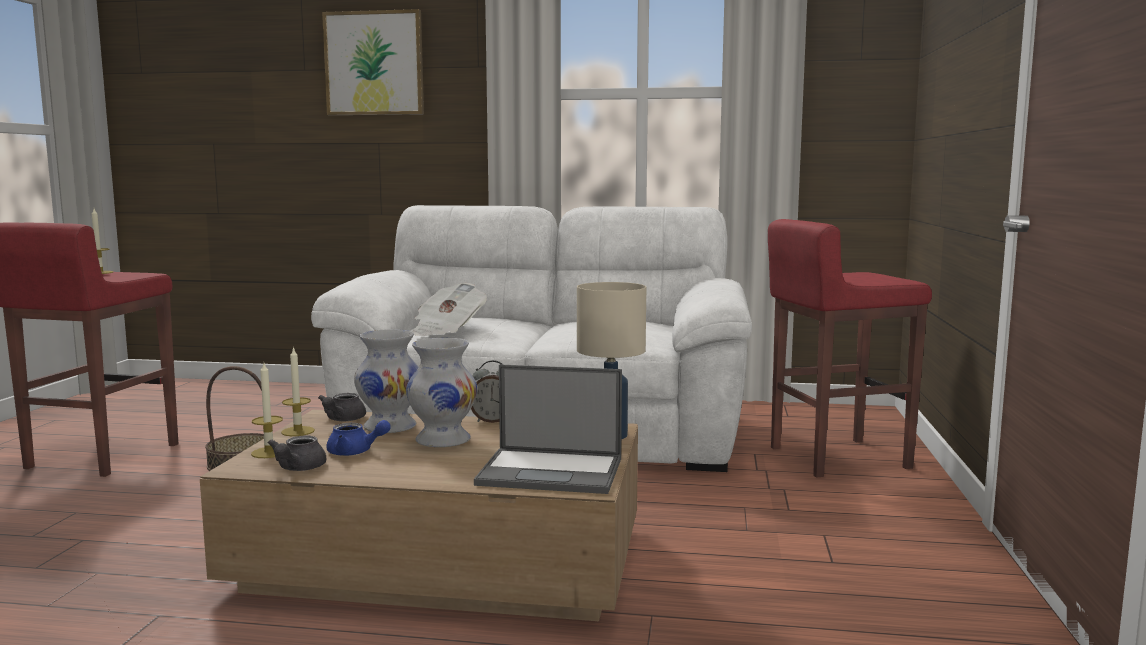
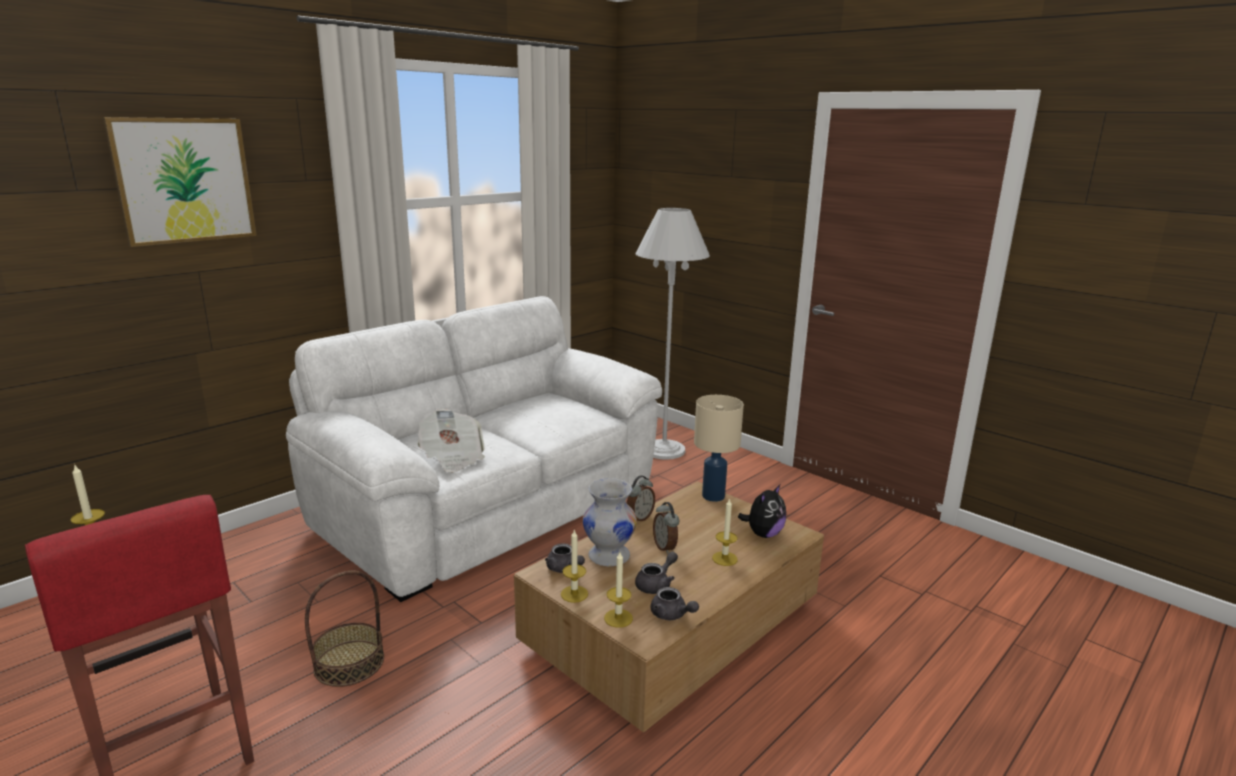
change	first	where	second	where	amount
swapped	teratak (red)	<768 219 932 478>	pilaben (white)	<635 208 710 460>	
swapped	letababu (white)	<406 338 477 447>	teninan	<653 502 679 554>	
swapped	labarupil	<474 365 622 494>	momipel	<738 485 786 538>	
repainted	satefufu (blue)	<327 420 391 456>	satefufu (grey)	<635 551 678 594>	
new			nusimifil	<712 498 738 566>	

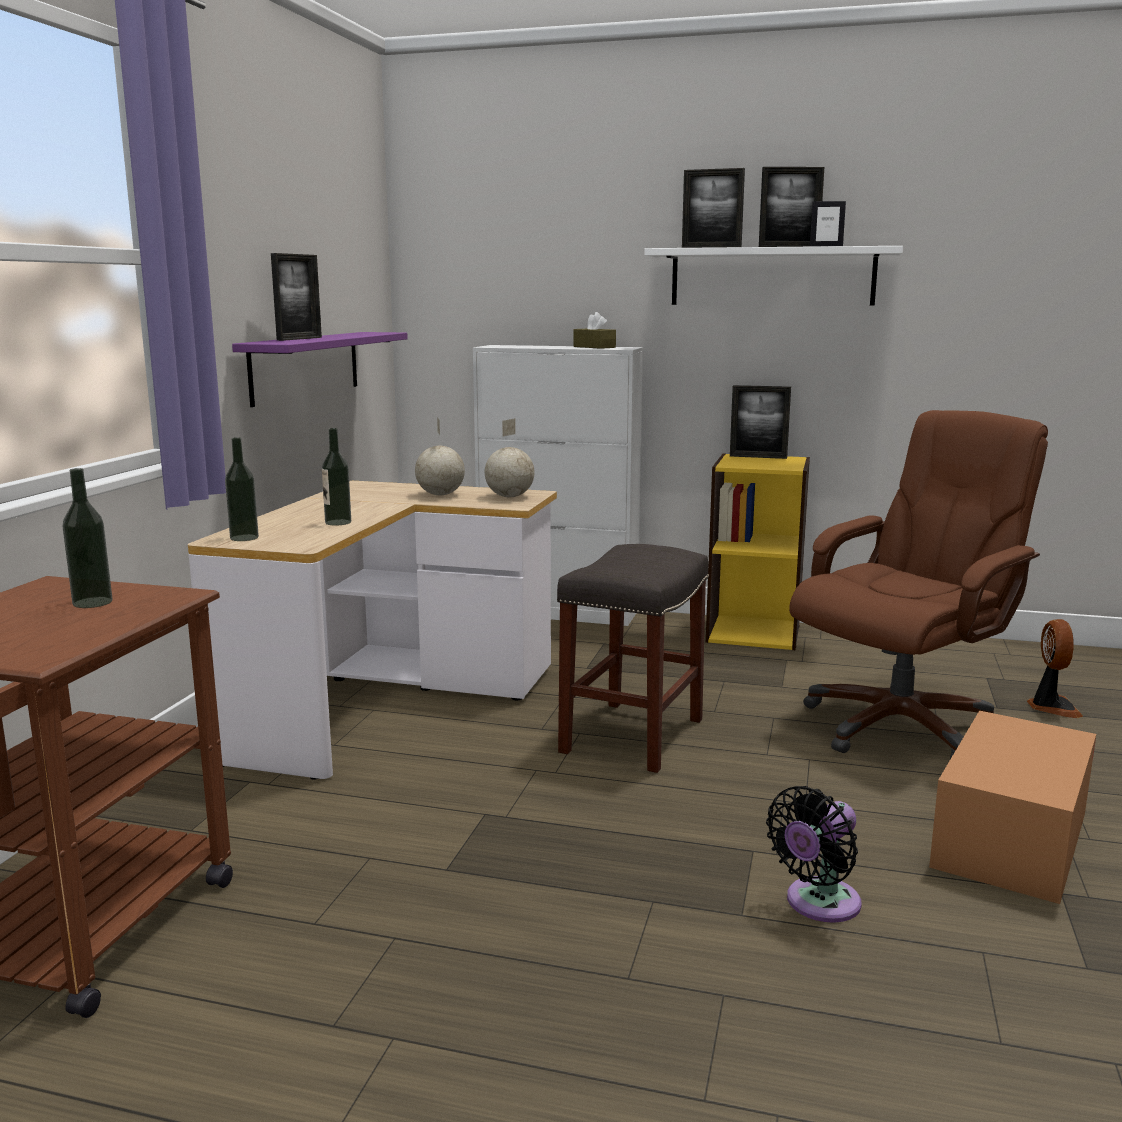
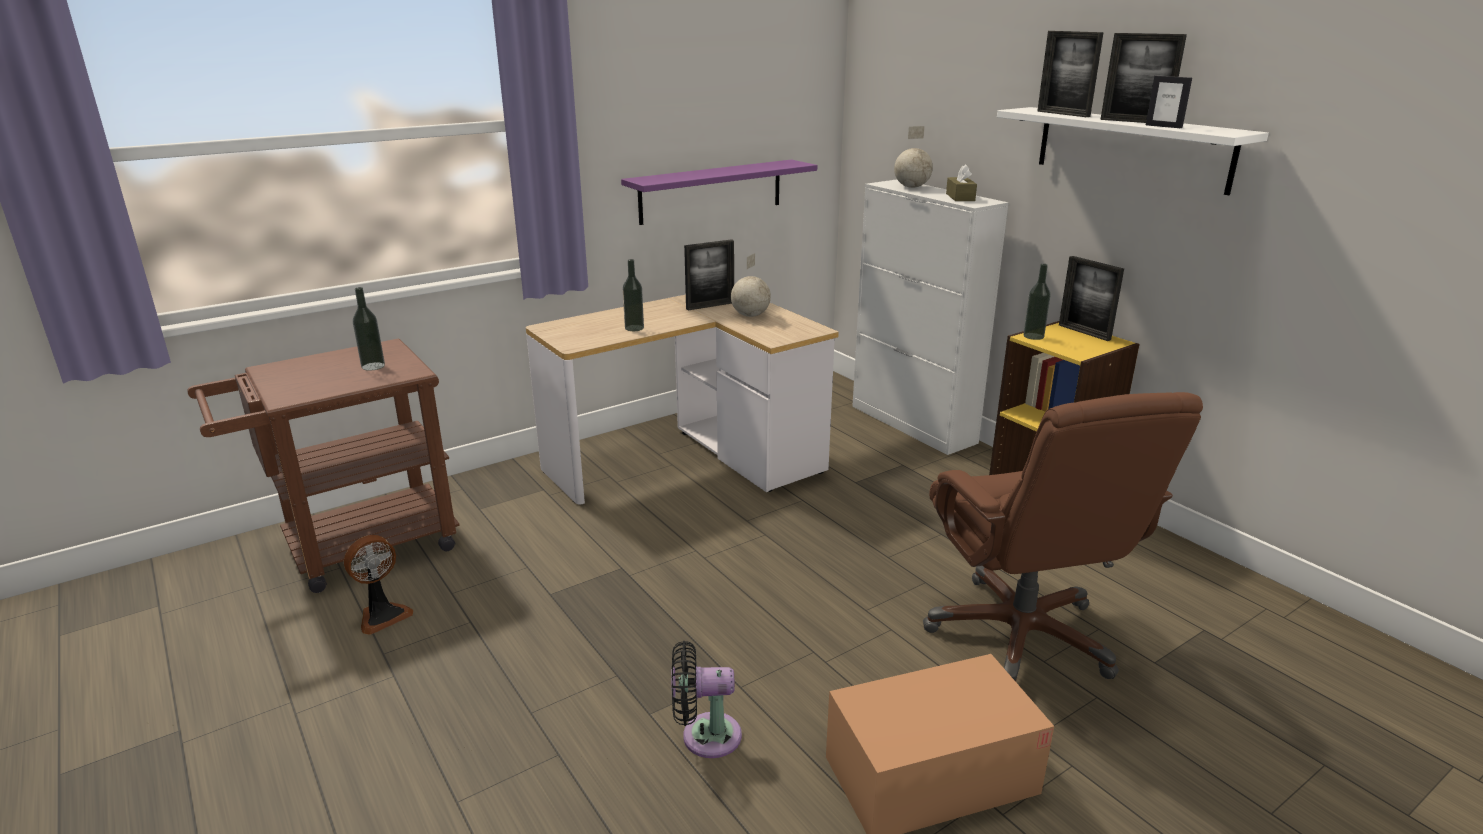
change	first	where	second	where	amount
shifted	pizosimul	<271 253 322 341>		<684 239 734 310>	
rotated	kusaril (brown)	<789 410 1048 759>		<923 392 1203 682>	75 degrees clockwise
shifted	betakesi	<485 418 535 497>		<894 126 933 188>	
shifted	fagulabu	<225 437 259 541>		<1023 264 1051 340>	
gone	teratak (grey)	<557 544 709 773>			
shifted	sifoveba	<1027 619 1083 718>		<344 535 414 635>	

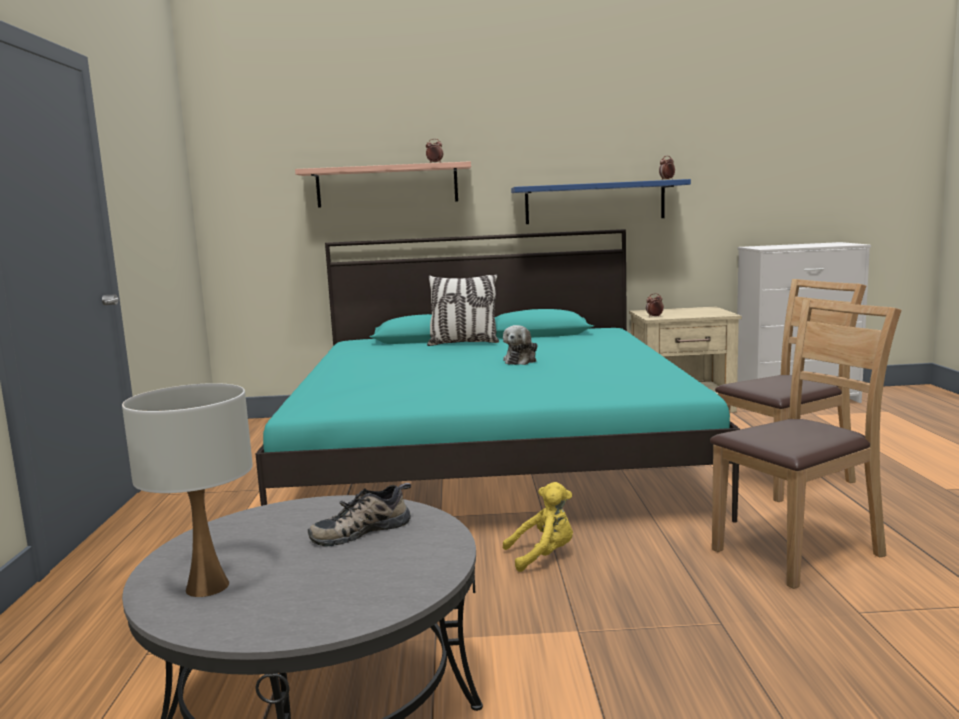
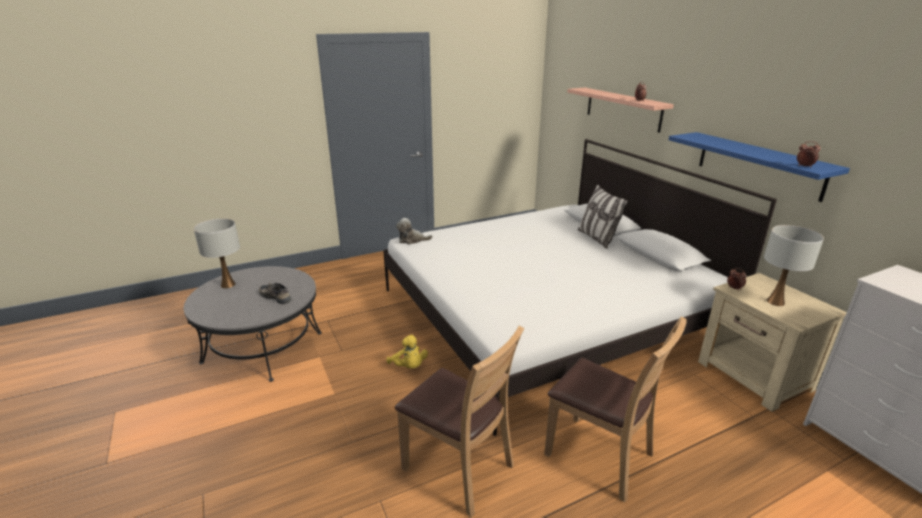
change	first	where	second	where	amount
repainted	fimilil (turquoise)	<255 229 740 523>	fimilil (white)	<383 139 777 436>	
shifted	momipel	<503 325 538 365>		<396 218 432 244>	
new			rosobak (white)	<764 225 824 306>	

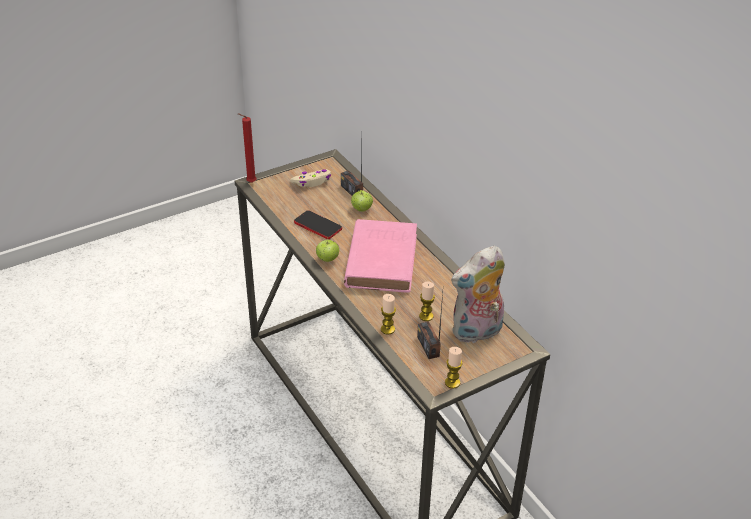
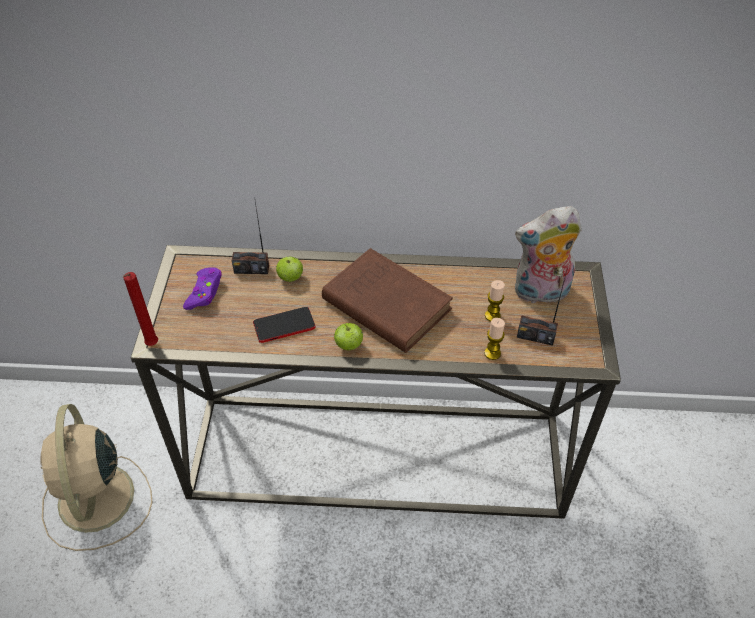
change	first	where	second	where	amount
repainted	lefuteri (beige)	<290 169 331 187>	lefuteri (purple)	<183 267 222 310>	
repainted	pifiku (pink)	<344 219 417 292>	pifiku (brown)	<322 248 453 353>	
rotated	momipel	<451 246 505 343>		<515 206 582 306>	75 degrees clockwise
gone	nusimifil	<445 347 462 389>			
new			sifoveba (beige)	<40 404 152 551>	

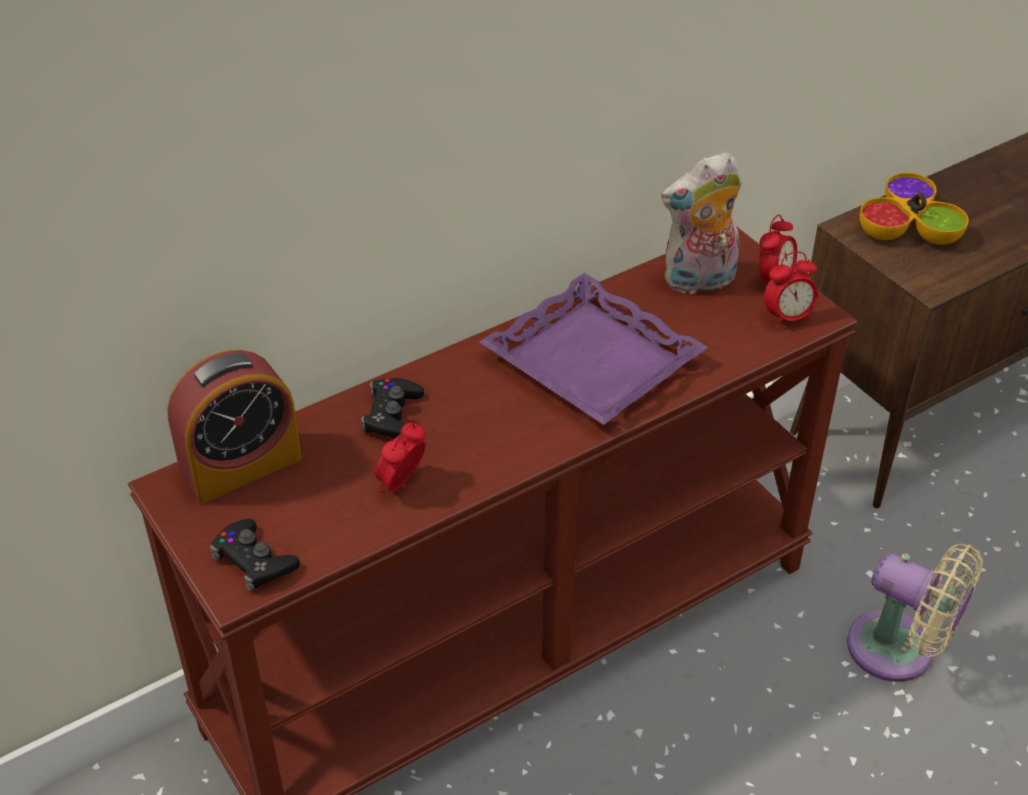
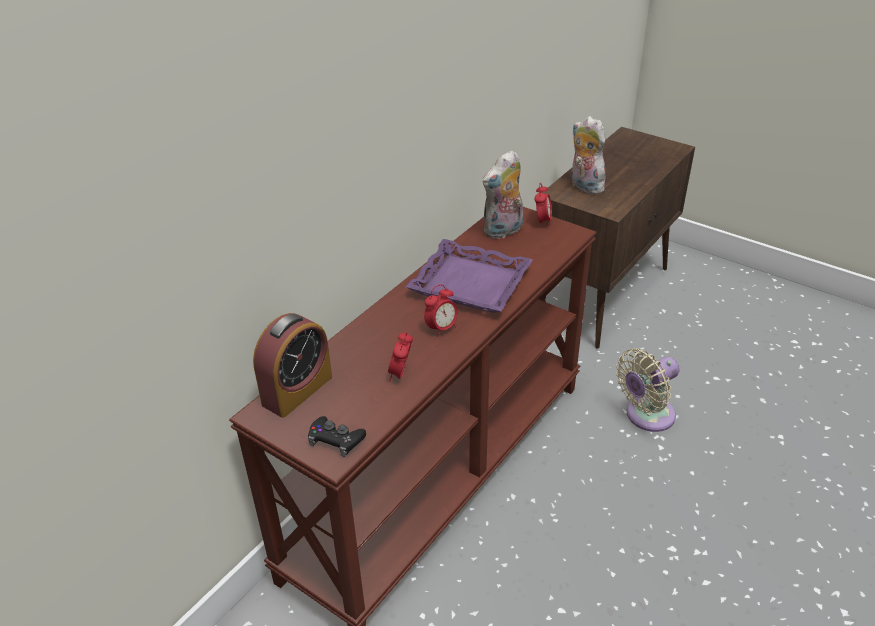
change	first	where	second	where	amount
swapped	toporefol	<860 172 969 245>	momipel	<572 116 605 194>	
shifted	teninan	<764 252 818 329>		<424 284 458 337>	
gone	lefuteri (black)	<361 378 424 438>			
rotated	sifoveba (beige)	<847 544 983 682>		<616 348 680 432>	135 degrees clockwise

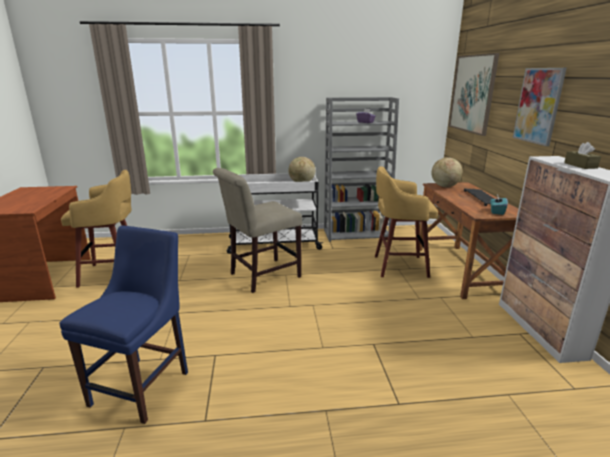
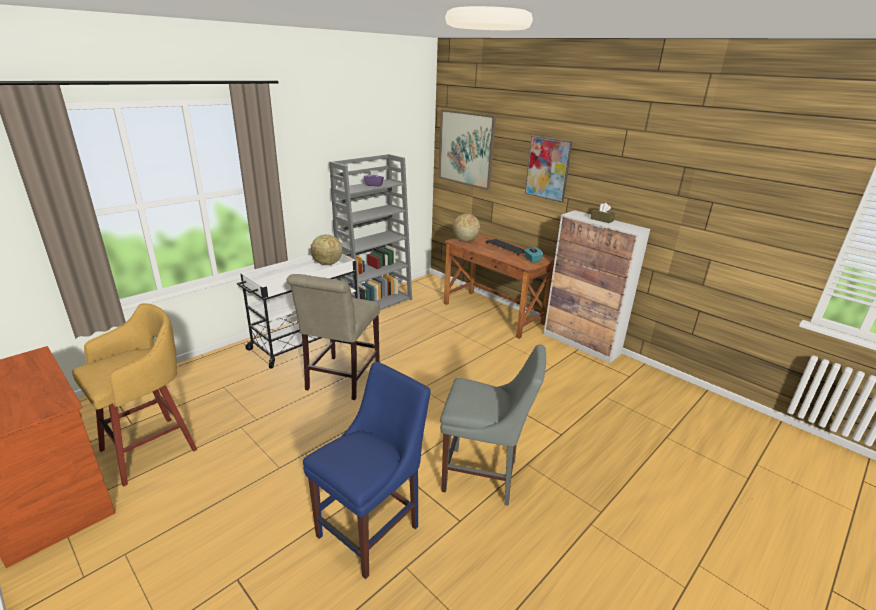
change	first	where	second	where	amount
gone	teratak (yellow)	<375 166 438 278>			
rotated	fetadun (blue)	<60 225 188 424>		<303 362 431 579>	60 degrees clockwise
new			fetadun (grey)	<440 344 546 506>	

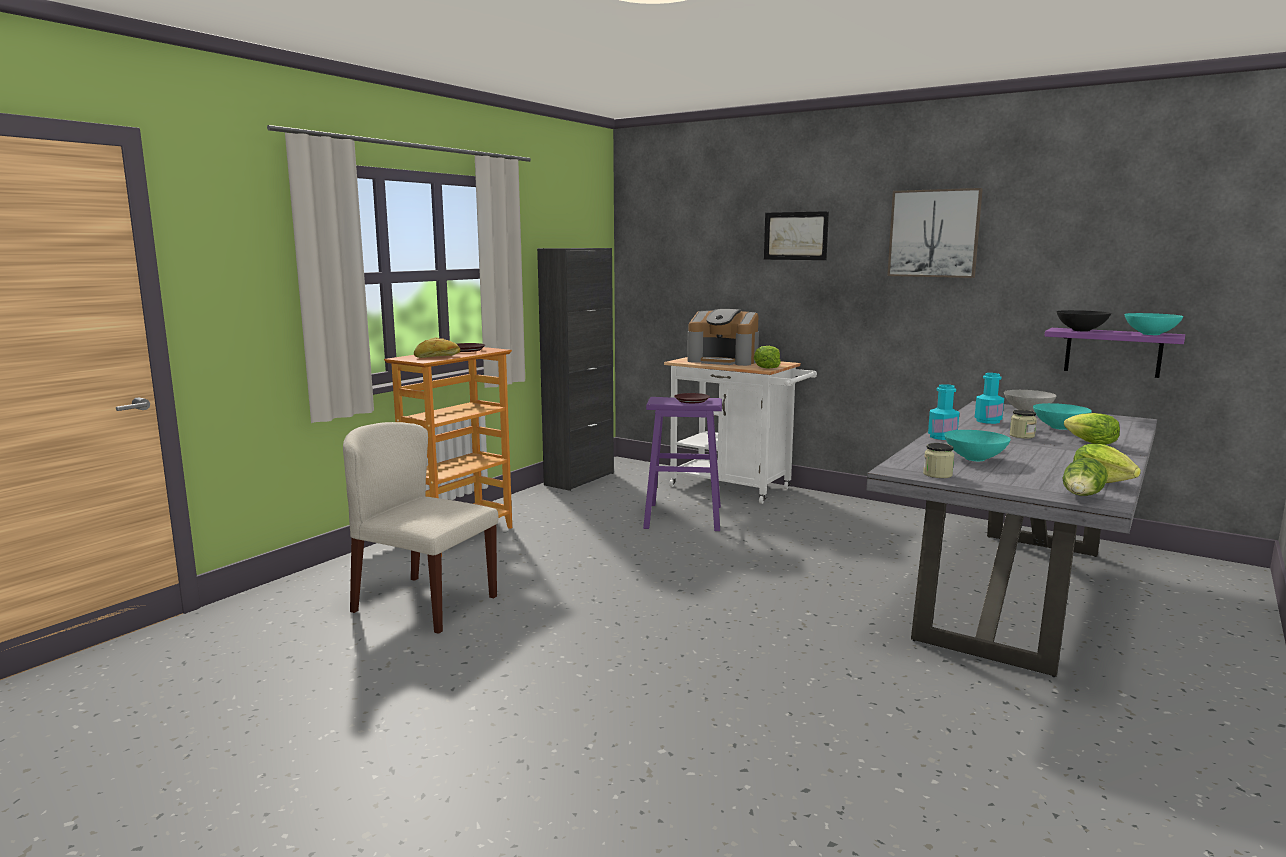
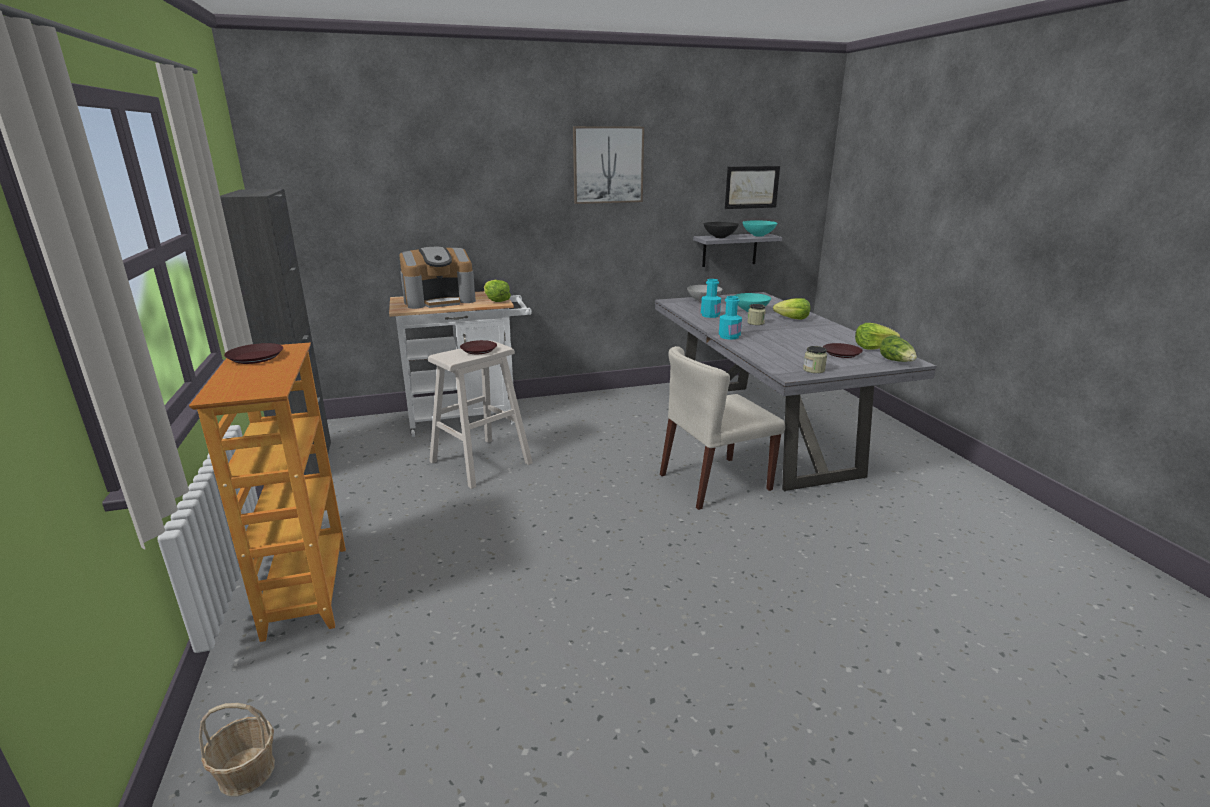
change	first	where	second	where	amount
shifted	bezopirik	<764 211 829 260>		<725 166 780 209>	
repainted	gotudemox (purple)	<1045 328 1185 378>	gotudemox (grey)	<693 233 782 267>	
gone	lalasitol	<414 337 461 358>			
repainted	teratak (purple)	<643 397 722 531>	teratak (beige)	<428 341 533 489>	
shifted	fetadun (beige)	<343 422 499 634>		<660 346 785 510>	
gone	toporefol (turquoise)	<944 430 1011 461>			
new			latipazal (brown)	<823 343 863 358>	
new			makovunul	<199 703 275 796>	

